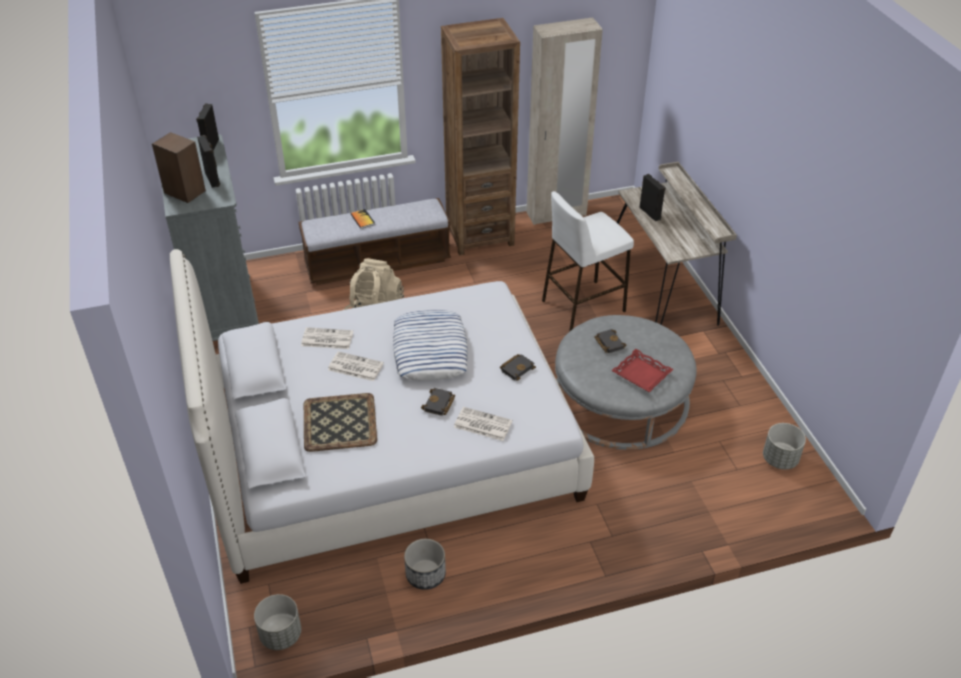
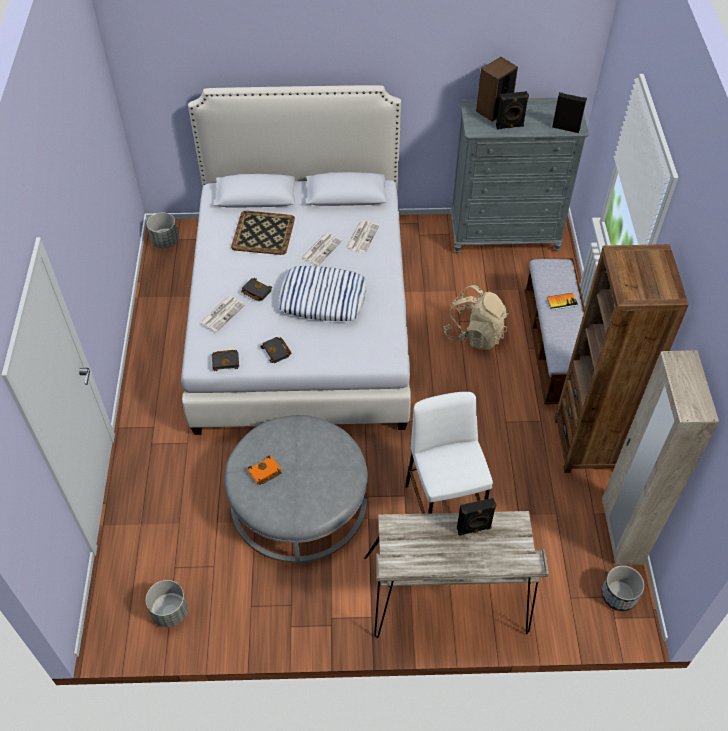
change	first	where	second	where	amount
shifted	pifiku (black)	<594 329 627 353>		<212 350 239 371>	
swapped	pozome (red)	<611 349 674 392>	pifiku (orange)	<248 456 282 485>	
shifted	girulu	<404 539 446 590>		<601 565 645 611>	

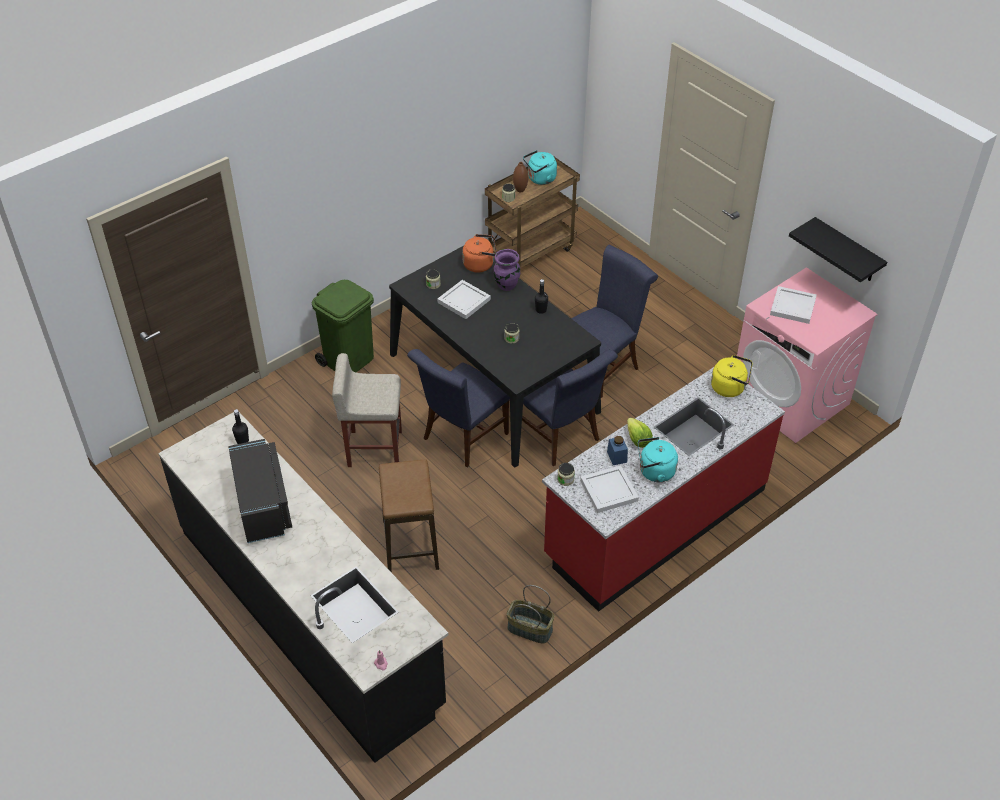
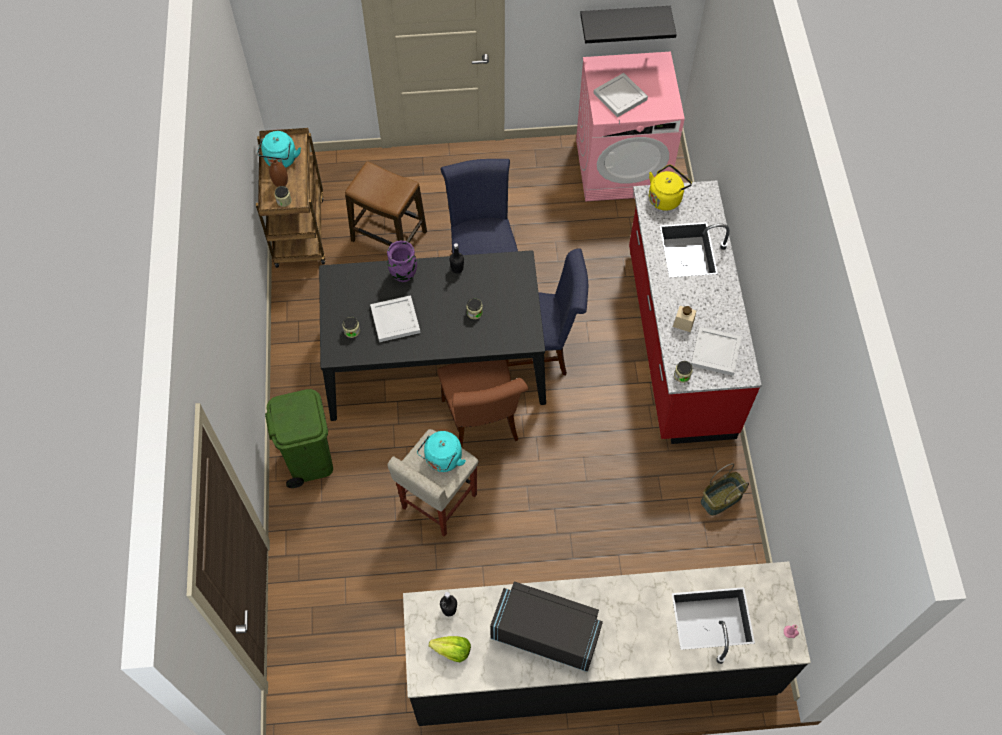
change	first	where	second	where	amount
gone	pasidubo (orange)	<462 234 497 273>			
repainted	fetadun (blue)	<407 349 510 467>	fetadun (brown)	<438 360 528 448>	
shifted	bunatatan	<627 418 653 448>		<429 636 471 662>	
repainted	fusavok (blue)	<607 436 628 465>	fusavok (beige)	<673 306 696 332>	
shifted	pasidubo (turquoise)	<638 437 678 482>		<417 431 466 472>	
shifted	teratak	<379 459 439 573>		<345 161 427 246>	

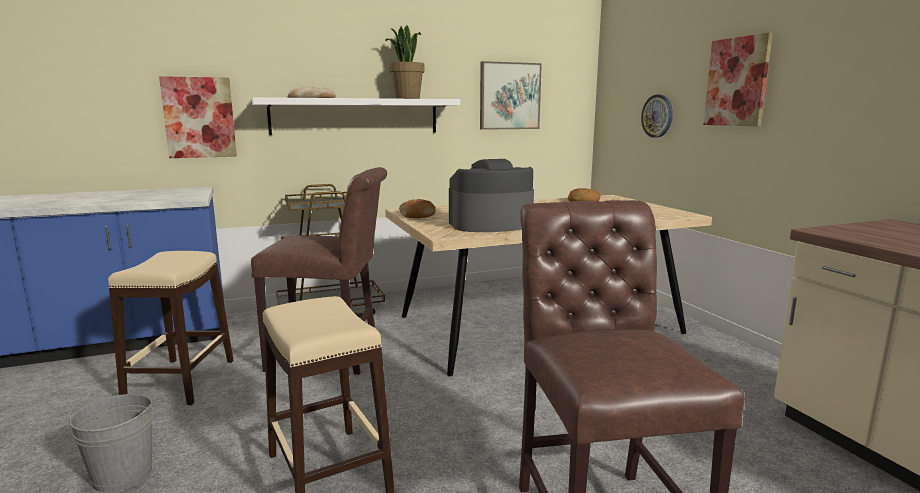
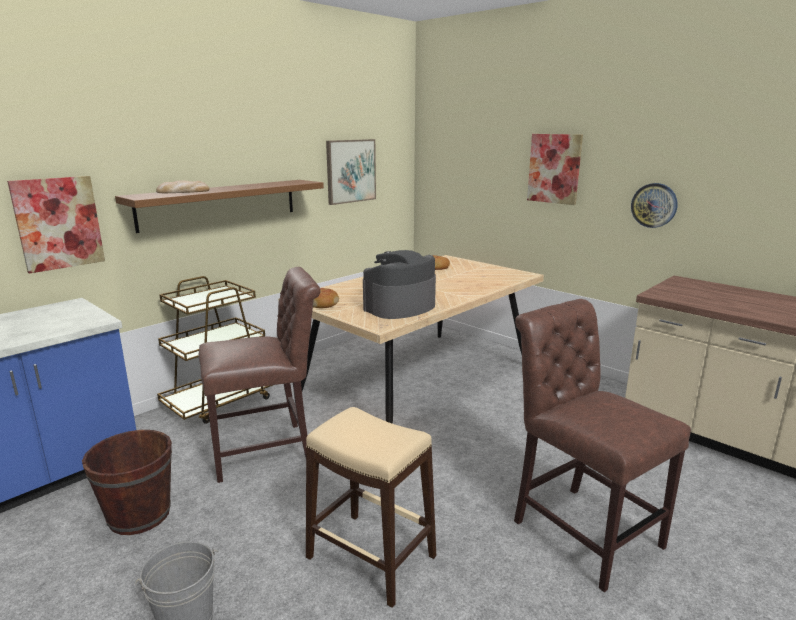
change	first	where	second	where	amount
gone	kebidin	<385 25 424 99>			
shifted	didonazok	<641 94 673 138>		<631 183 678 228>	
repainted	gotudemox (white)	<252 97 460 135>	gotudemox (brown)	<115 180 324 233>	
swapped	teratak (beige)	<108 251 234 405>	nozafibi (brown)	<82 430 172 535>	

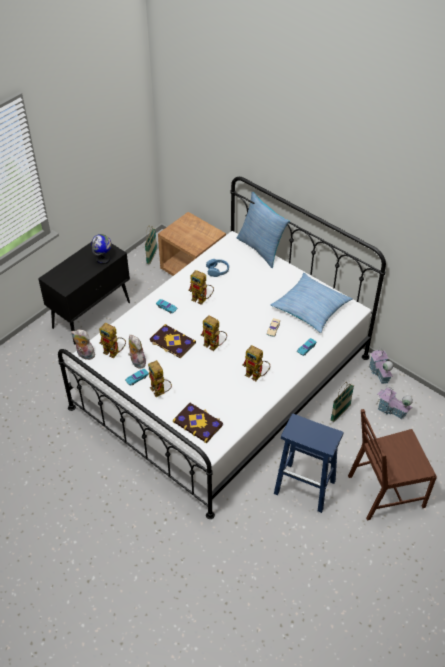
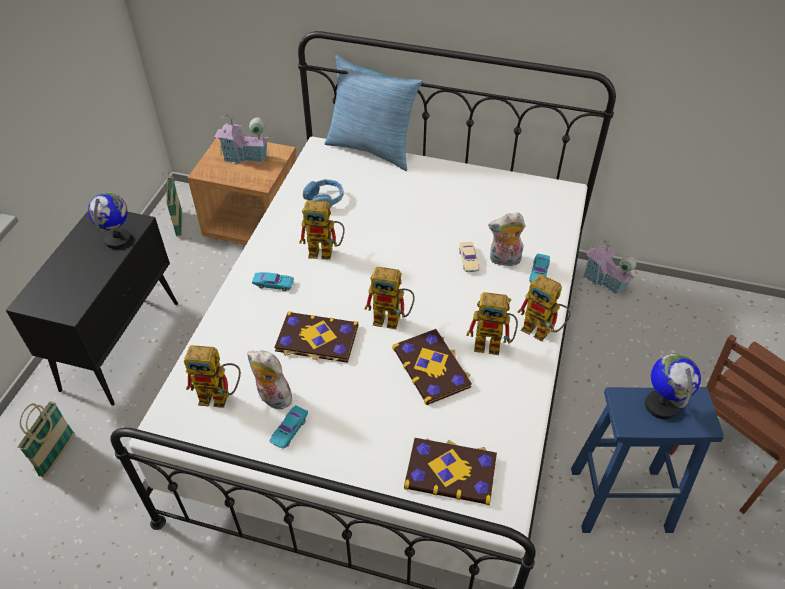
change	first	where	second	where	amount
gone	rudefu	<270 273 353 333>			
shifted	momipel	<71 329 95 361>		<488 213 526 266>	
shifted	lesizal	<148 360 172 397>		<517 274 571 341>	
shifted	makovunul	<330 382 354 422>		<18 402 75 478>	
shifted	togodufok	<377 386 413 419>		<214 113 270 164>	
new			pifiku	<392 329 472 405>	
new			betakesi	<645 354 701 419>	

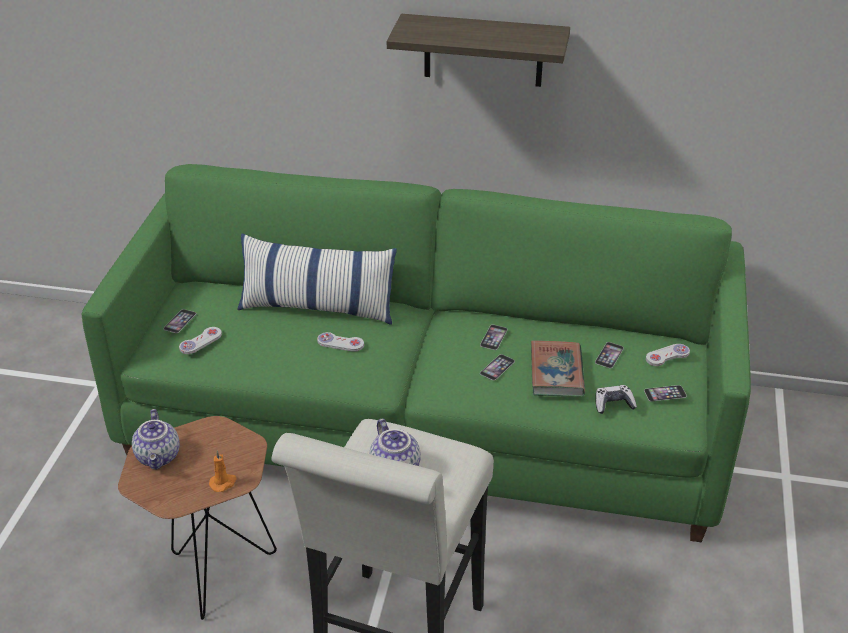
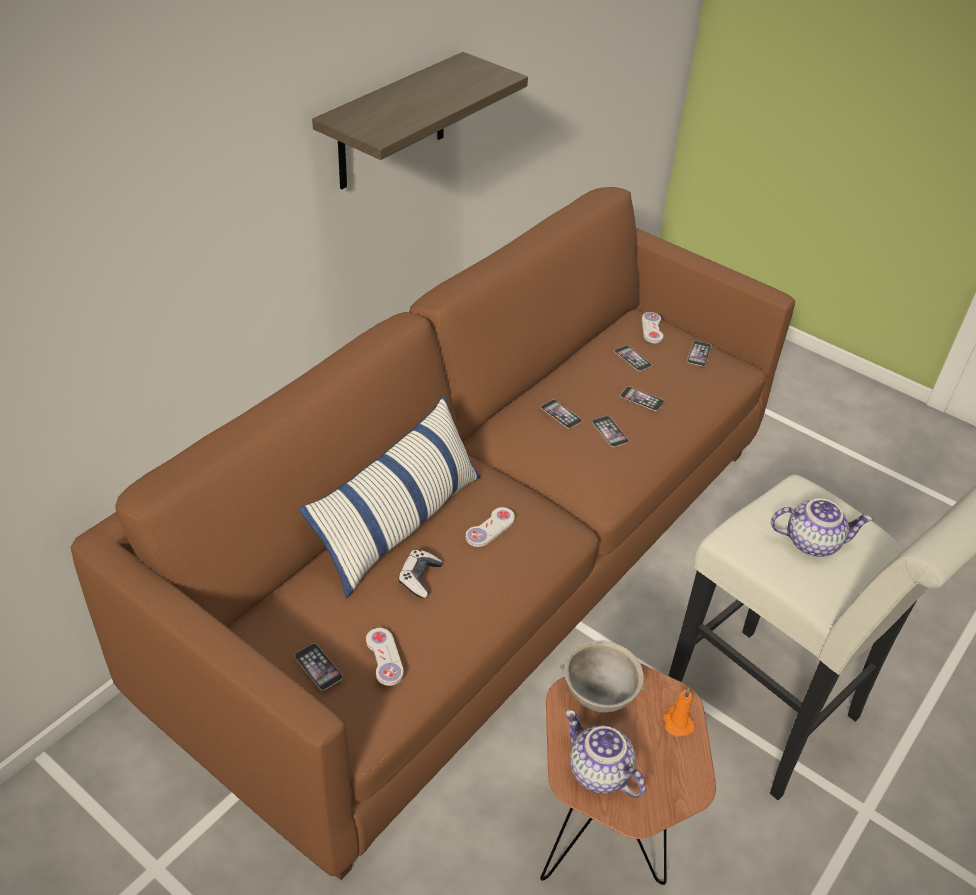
change	first	where	second	where	amount
repainted	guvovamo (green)	<81 164 751 542>	guvovamo (brown)	<71 187 795 880>	
swapped	pifiku	<531 340 585 396>	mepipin	<620 386 664 411>	
shifted	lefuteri	<595 385 637 414>		<398 550 443 598>	
rotated	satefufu	<132 409 180 470>		<565 710 646 798>	150 degrees counterclockwise
new			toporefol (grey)	<560 641 645 713>	

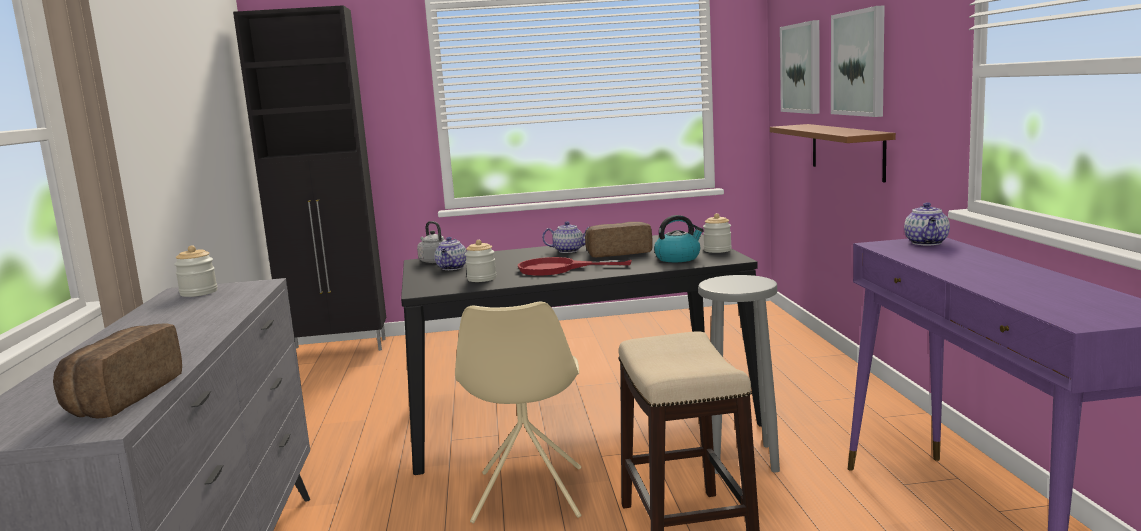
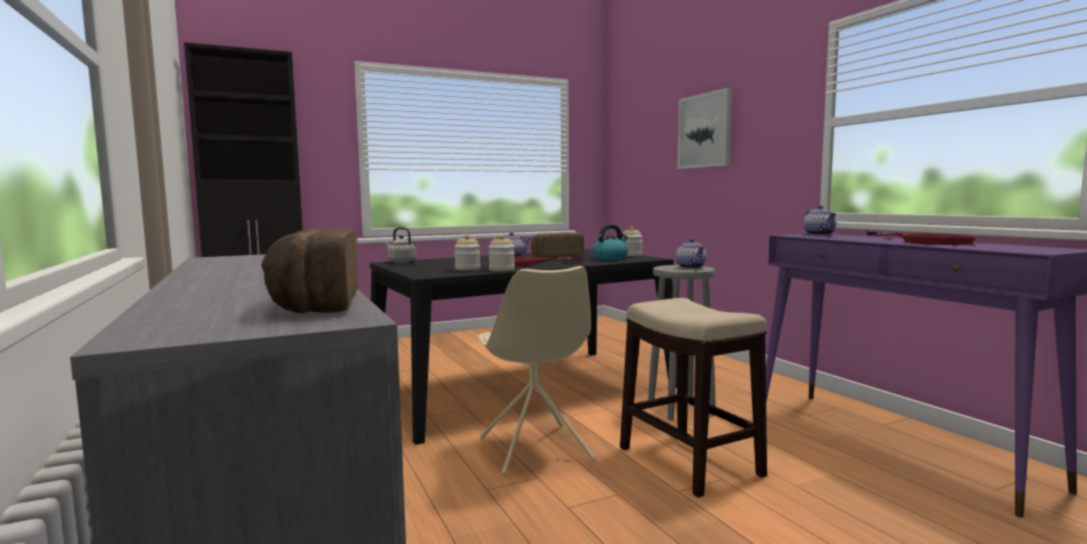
change	first	where	second	where	amount
gone	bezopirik	<780 20 820 114>			
gone	gotudemox (brown)	<770 124 896 182>			
shifted	satefufu	<435 237 467 270>		<676 239 707 269>	
shifted	fusavok	<174 245 217 297>		<489 235 515 271>	
new			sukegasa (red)	<867 231 976 245>	

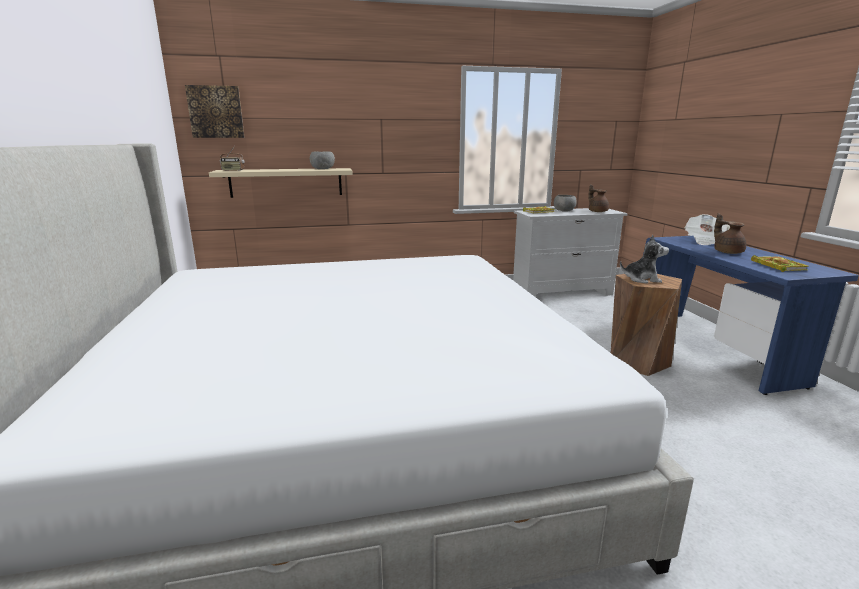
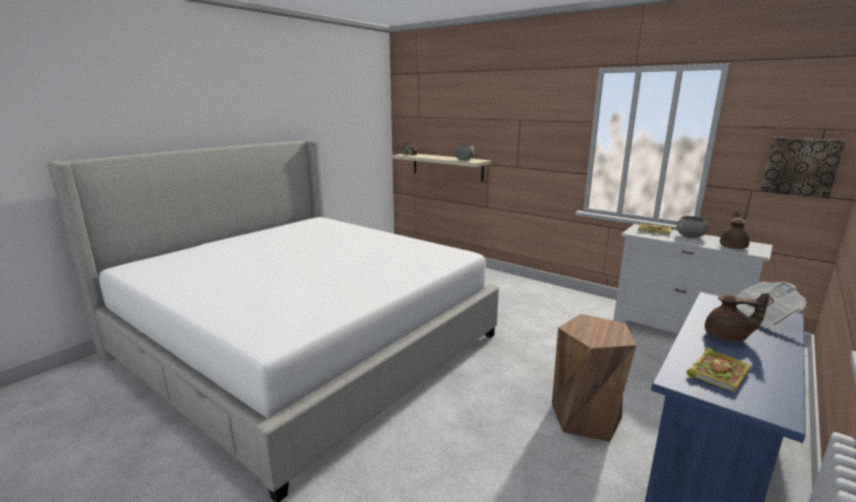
change	first	where	second	where	amount
shifted	bezopirik	<185 85 244 138>		<760 137 845 198>	
rotated	satefufu (brown)	<714 213 746 254>		<705 293 770 342>	75 degrees clockwise
gone	momipel	<620 235 669 283>			

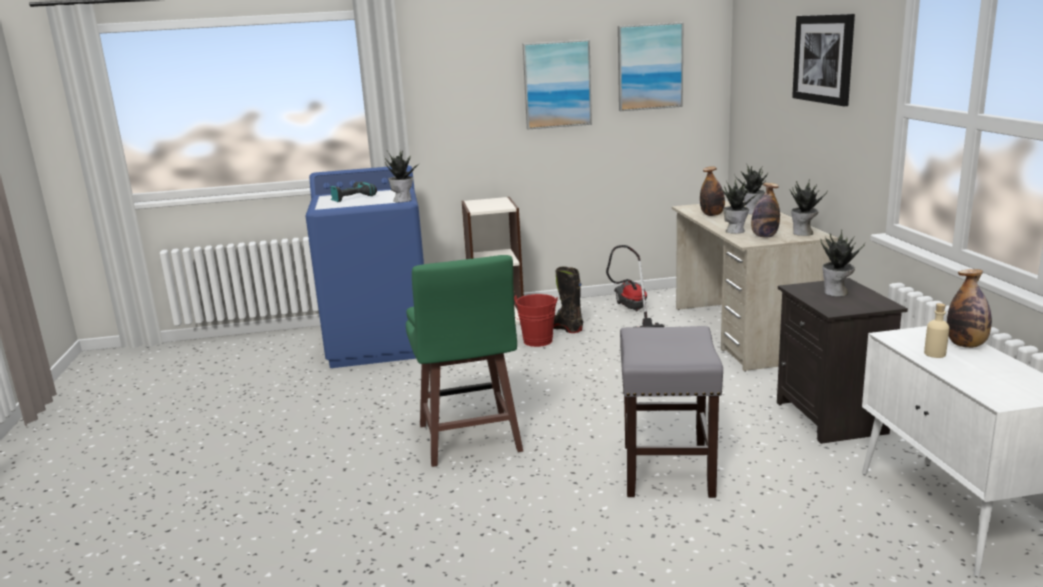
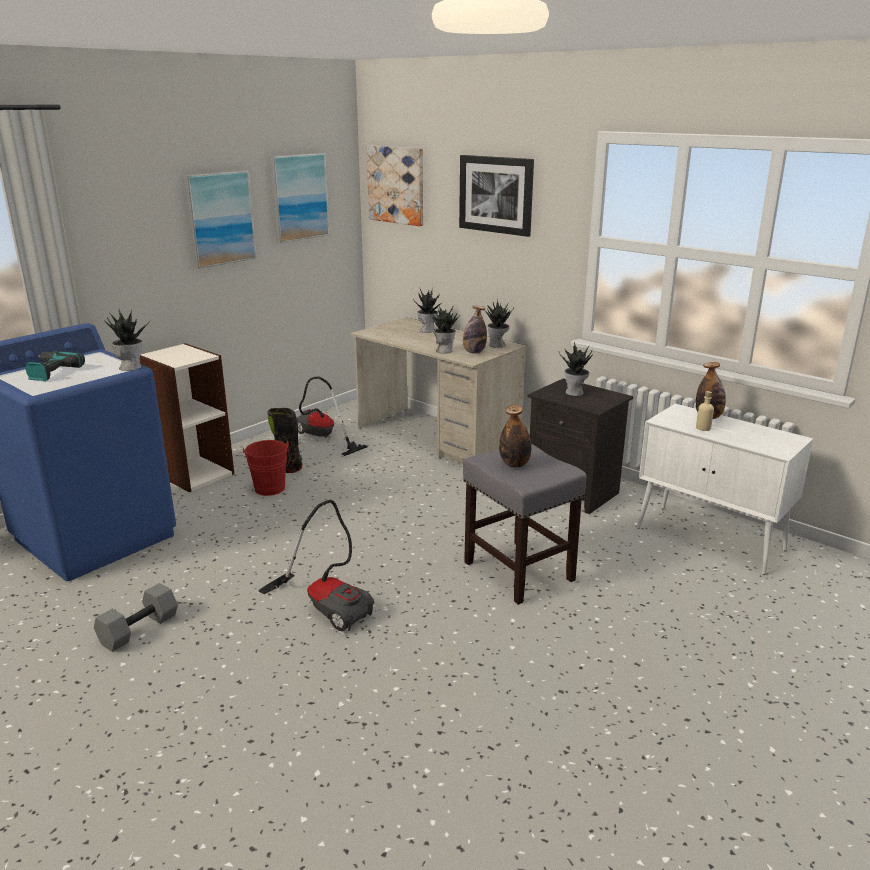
change	first	where	second	where	amount
shifted	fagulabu	<700 166 725 216>		<499 405 531 468>	
swapped	teratak (green)	<406 255 523 467>	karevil	<258 500 374 631>	
new			bezopirik	<367 146 423 226>	
new			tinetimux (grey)	<94 583 178 652>	

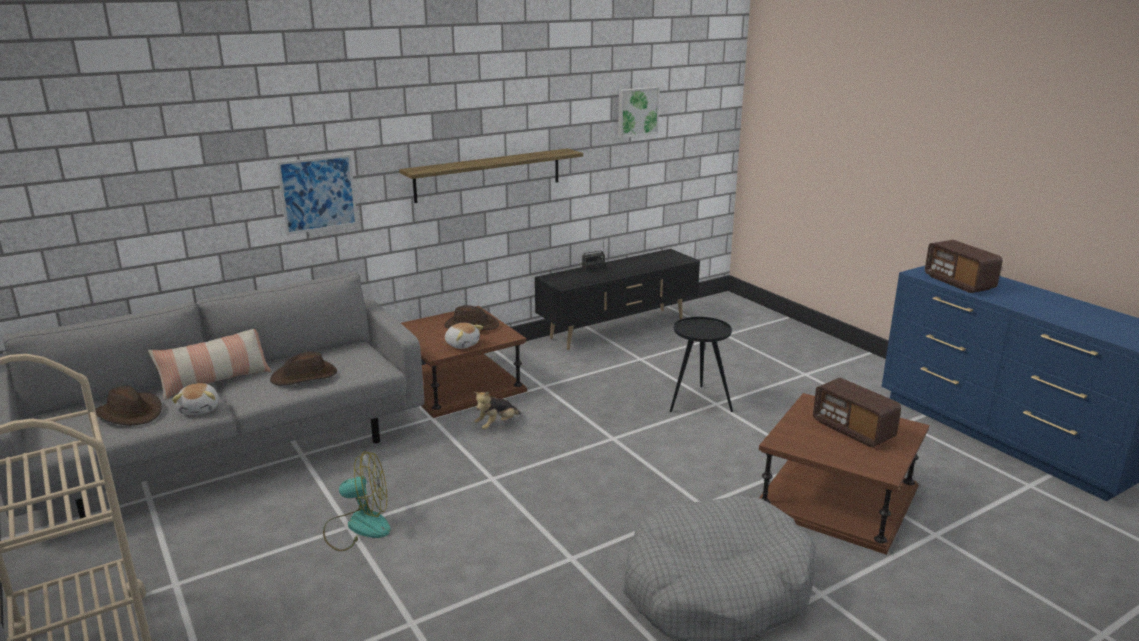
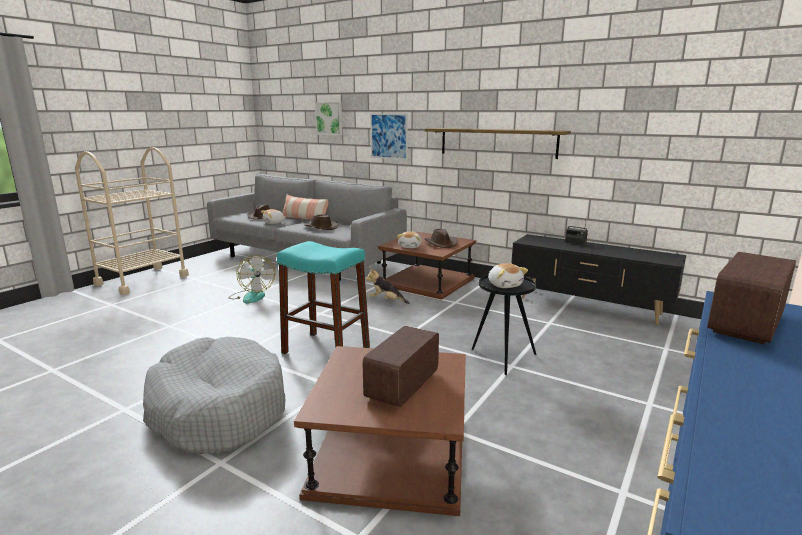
change	first	where	second	where	amount
shifted	bezopirik	<618 87 660 138>		<315 102 343 135>	
new			teratak (turquoise)	<277 241 370 354>	
new			momipel	<488 263 528 288>	

